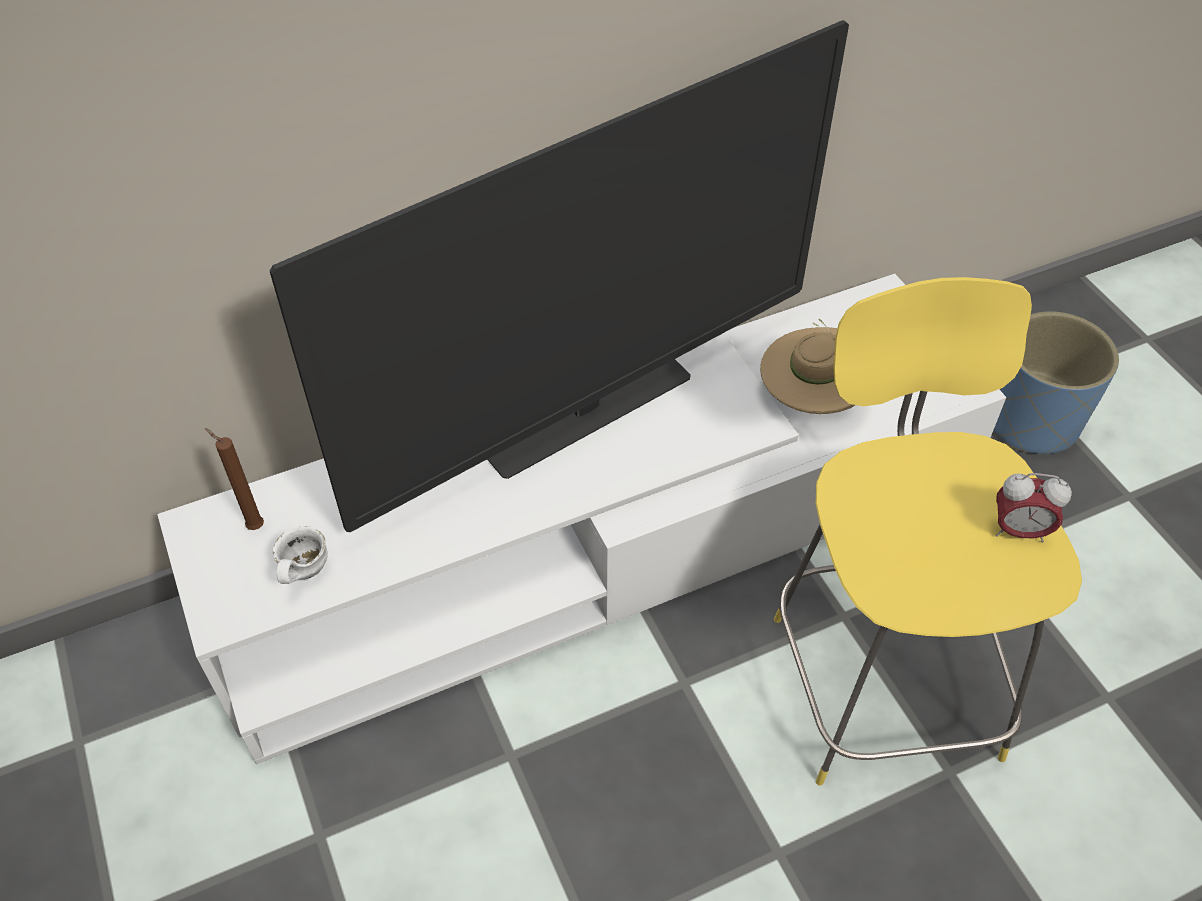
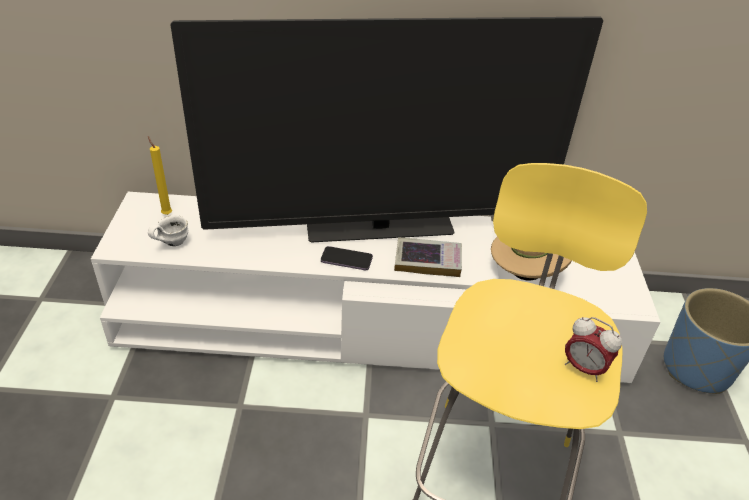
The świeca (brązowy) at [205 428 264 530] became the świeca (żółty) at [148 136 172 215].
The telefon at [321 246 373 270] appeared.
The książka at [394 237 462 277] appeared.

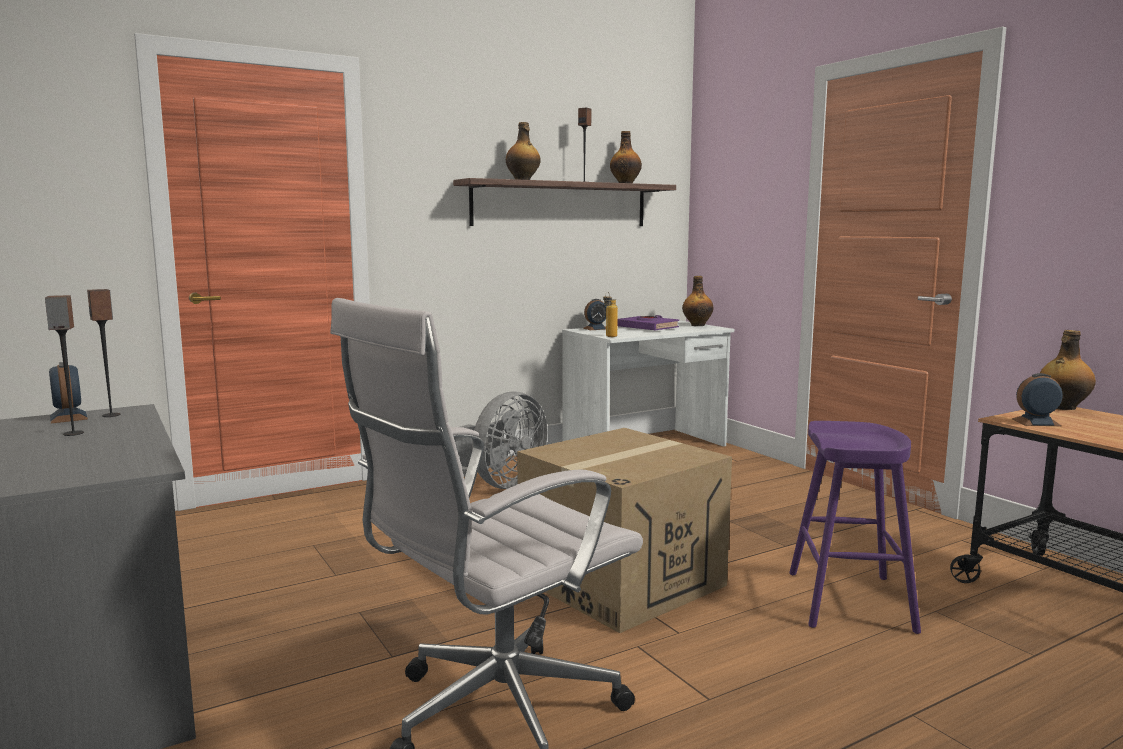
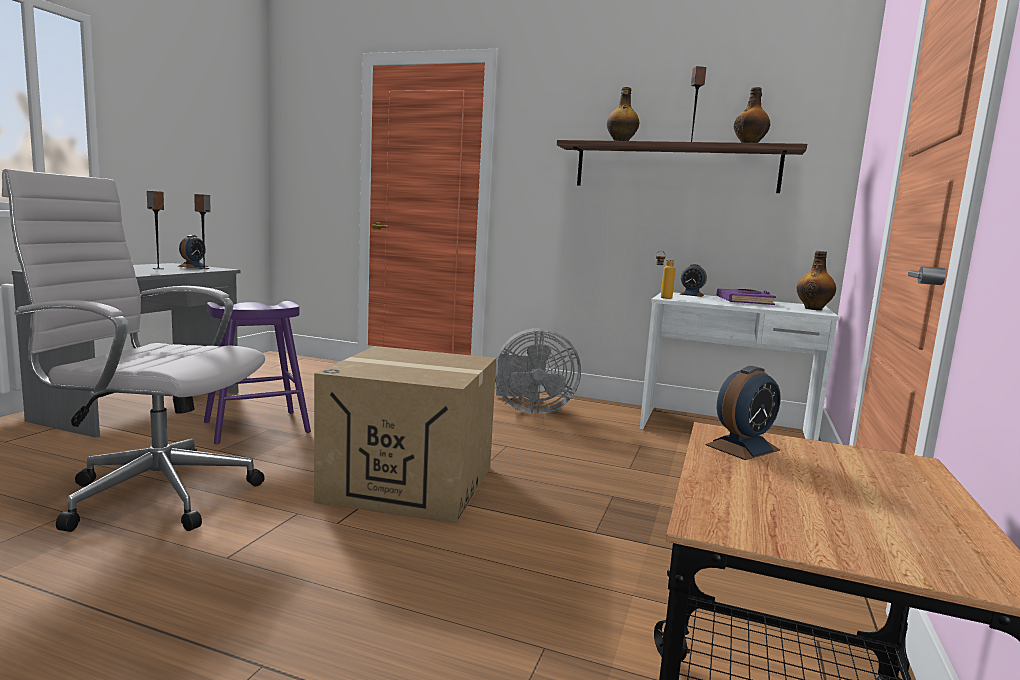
The stołek (fioletowy) moved from [789 421 921 634] to [204 301 311 444].
The budzik at [1012 373 1063 426] turned 90 degrees clockwise.
The butelka at [1040 330 1096 410] disappeared.

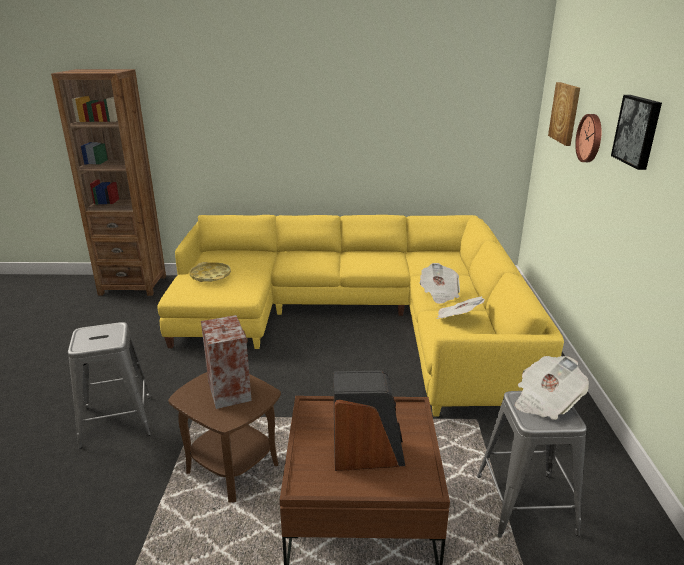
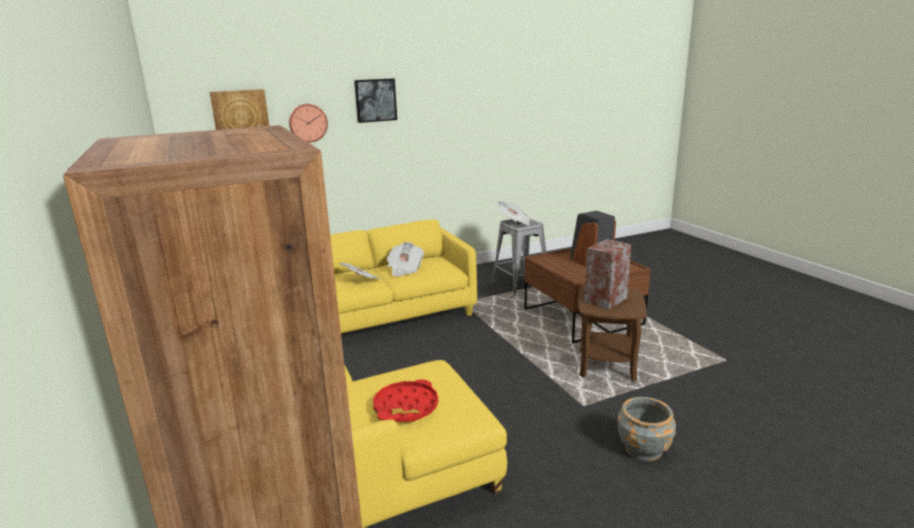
The taca (żółty) at [190 262 231 282] became the taca (czerwony) at [373 379 438 422].
The stołek (szary) at [68 322 151 449] was replaced by the donica (szary) at [618 397 676 461].

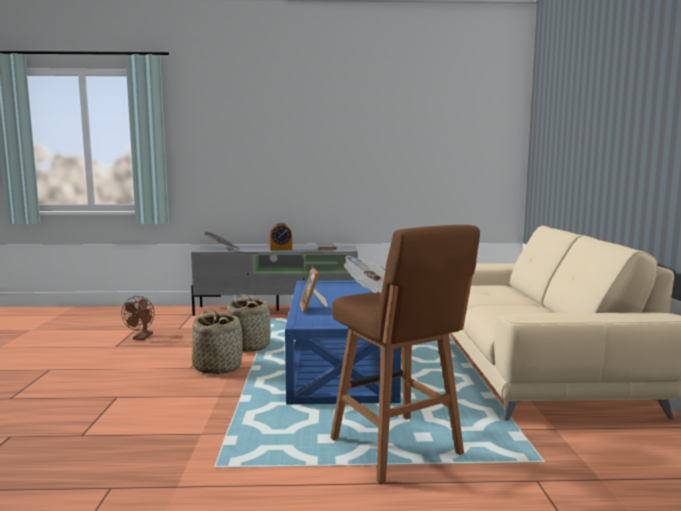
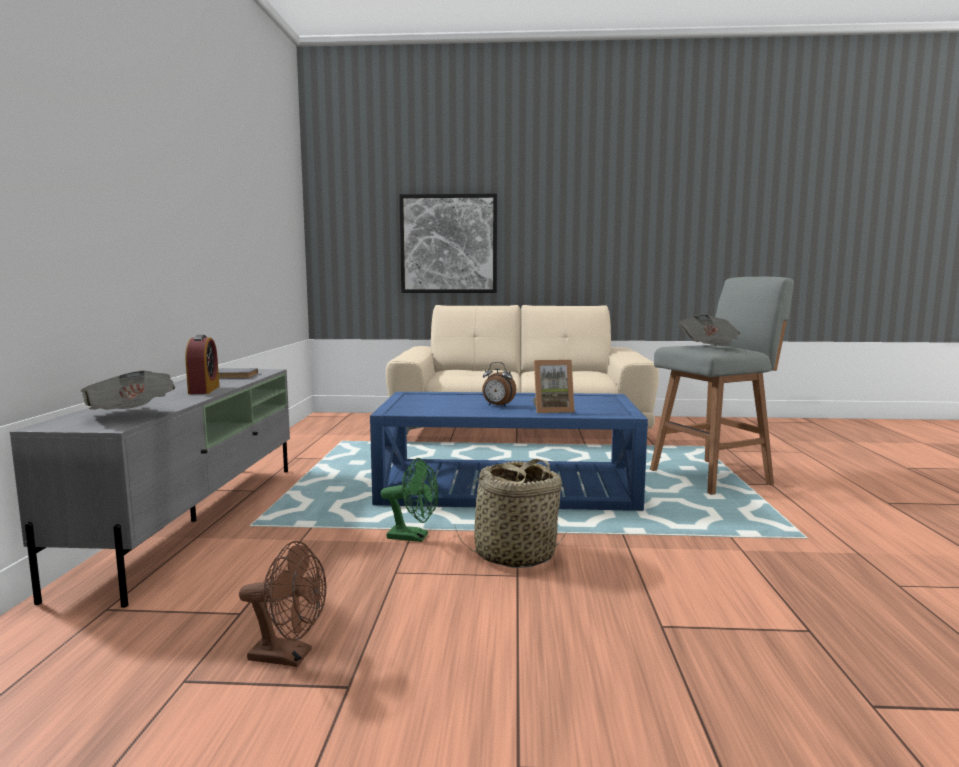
The koszyk at [227 294 270 352] was replaced by the wentylator (zielony) at [381 458 439 542].
The obraz at [399 194 497 293] appeared.
The budzik at [482 362 516 407] appeared.
The stołek (brązowy) at [331 225 480 484] became the stołek (szary) at [650 277 794 495].

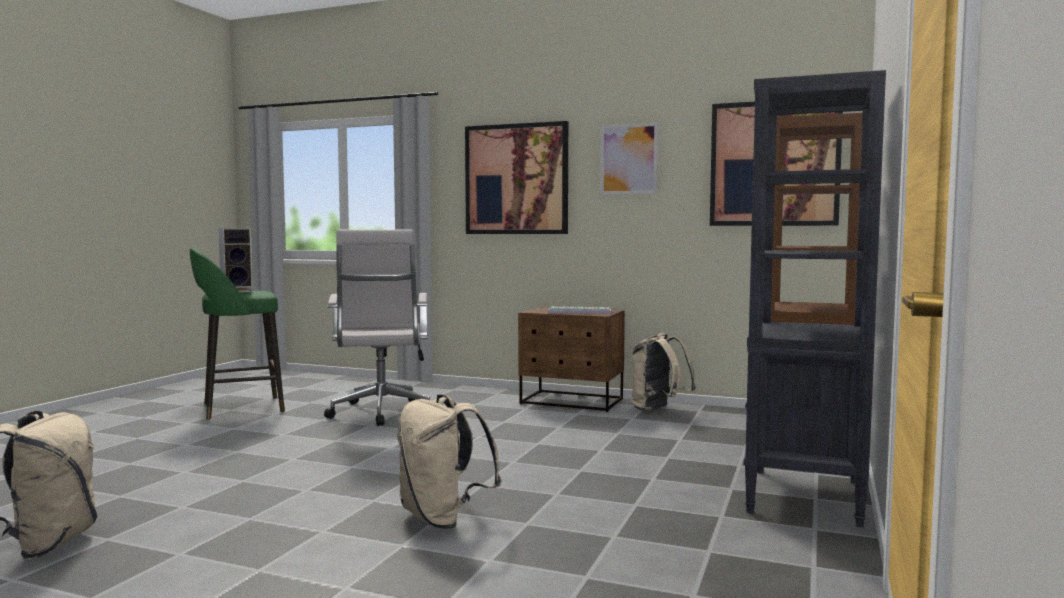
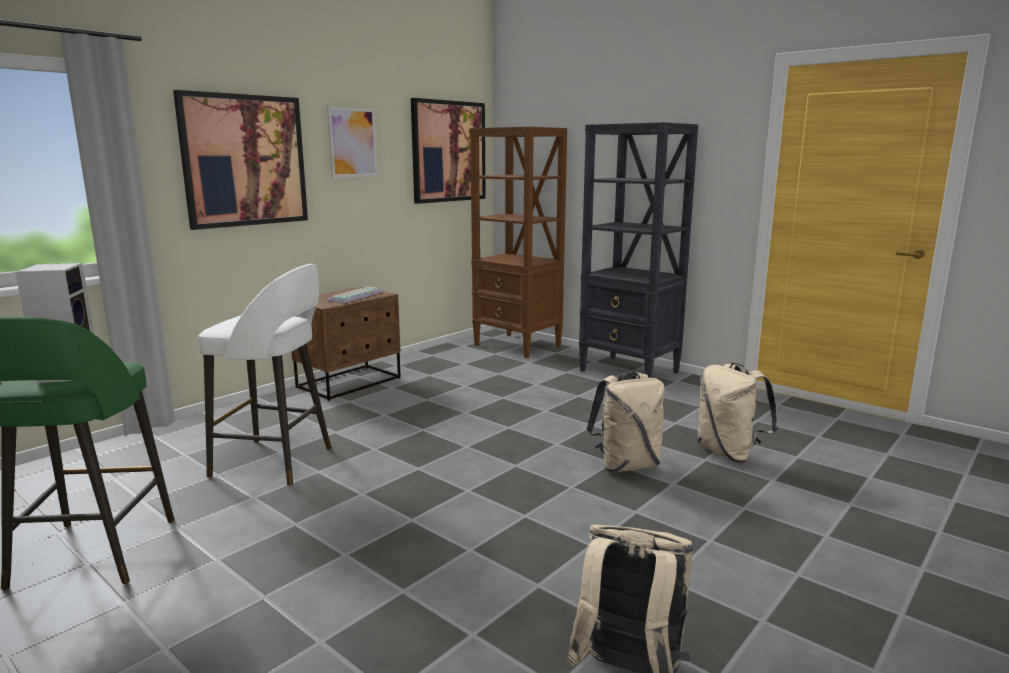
The krzesło biurowe (biały) at [324 230 430 426] was replaced by the stołek (biały) at [198 264 332 486].
The plecak (beżowy) moved from [631 333 696 411] to [697 363 779 463].

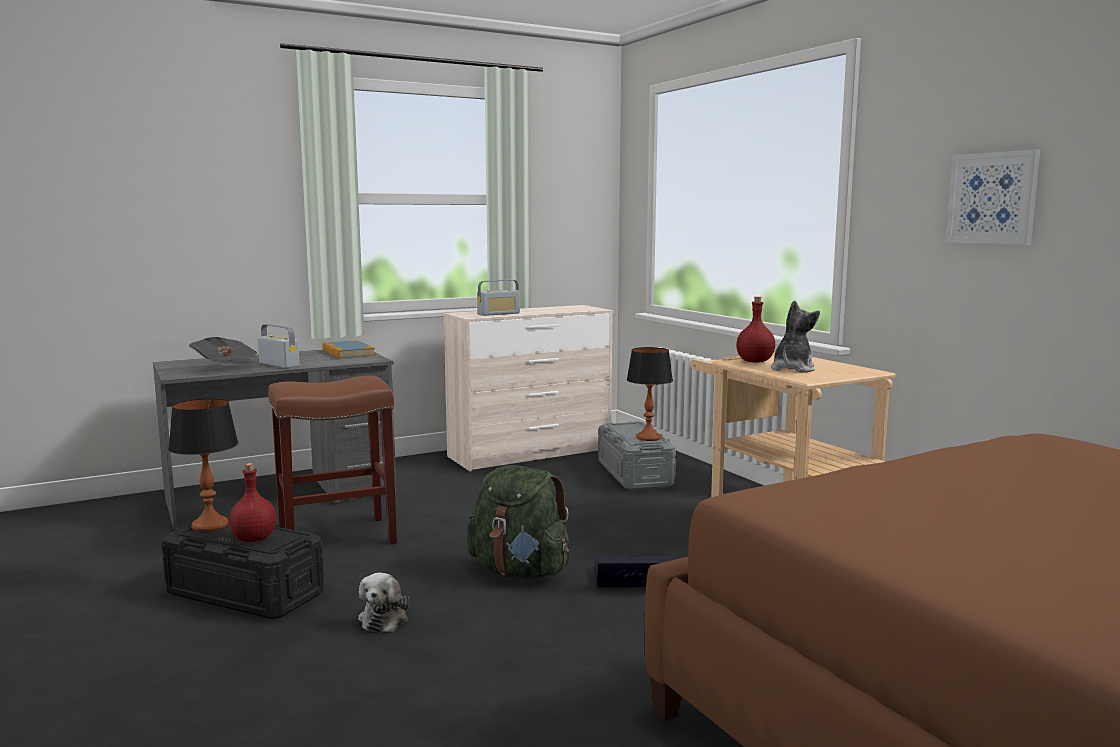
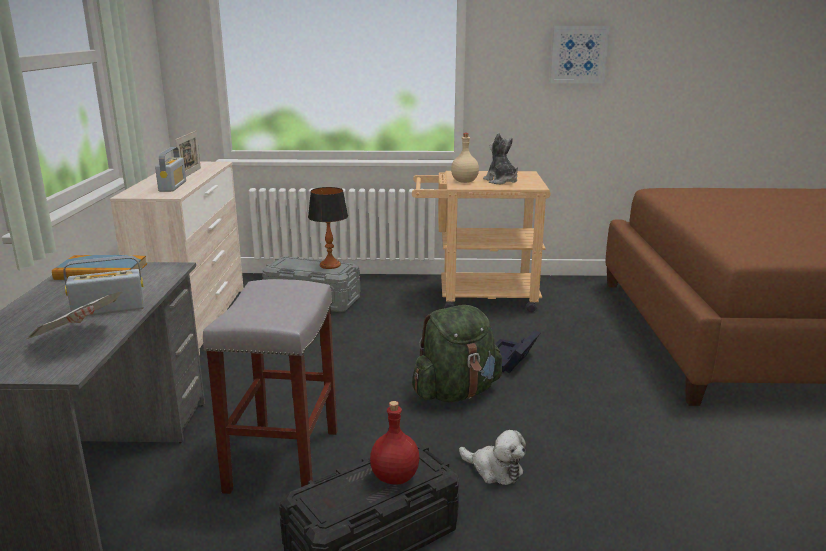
The ramka na zdjęcie at [175 131 201 177] appeared.
The stołek (brązowy) at [268 376 397 544] became the stołek (szary) at [203 279 338 494].
The butelka (czerwony) at [736 297 775 363] became the butelka (beżowy) at [451 133 479 183].
The lampa stołowa at [168 398 239 532] disappeared.

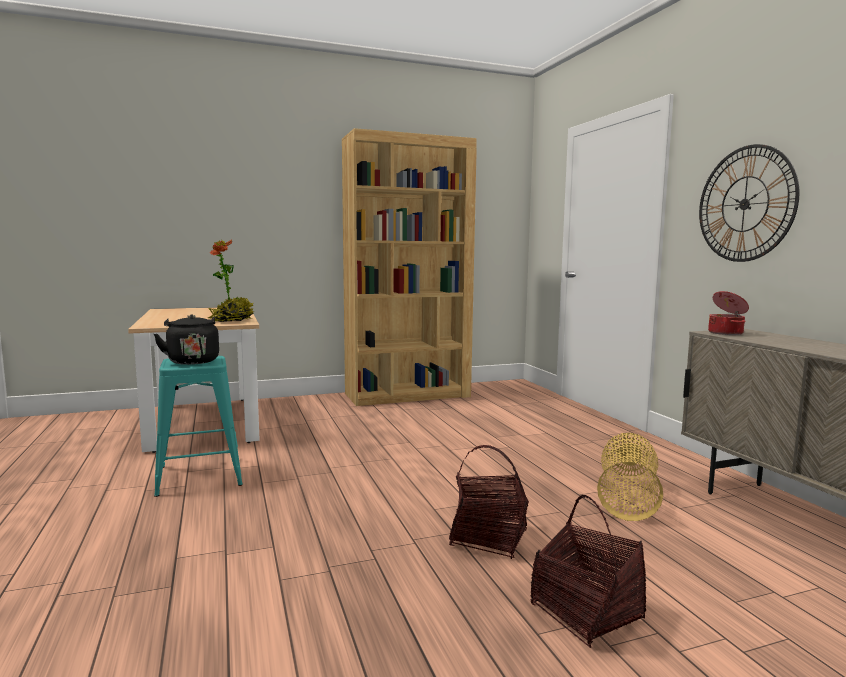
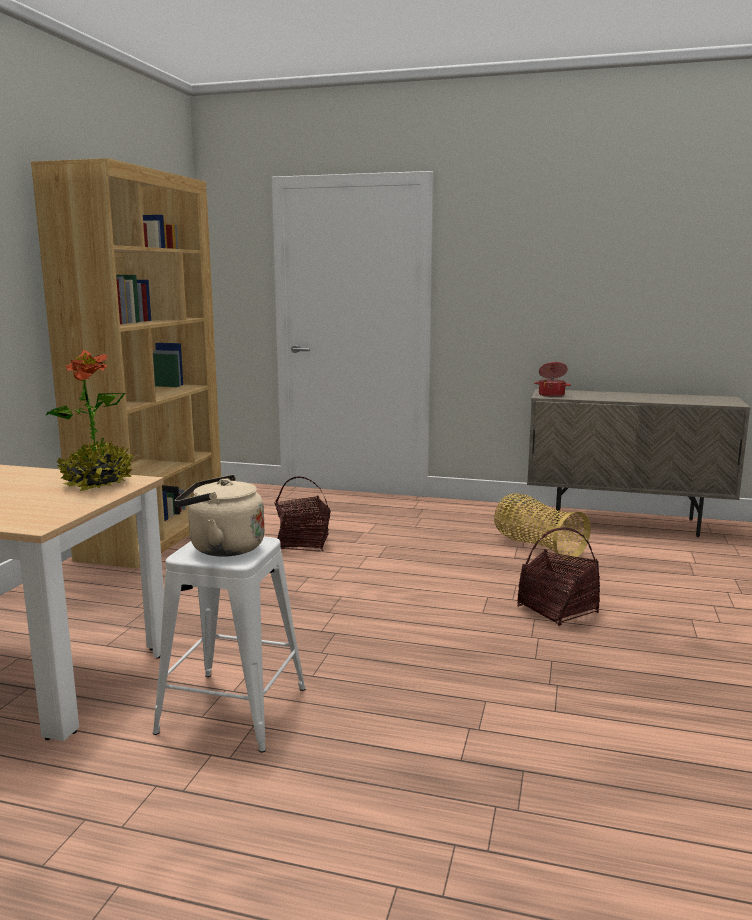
The stołek (turkusowy) at [154 356 243 497] became the stołek (biały) at [153 537 306 752].
The czajnik (czarny) at [154 314 219 365] became the czajnik (beżowy) at [175 475 265 556].
The koszyk moved from [530 495 646 648] to [275 476 331 551].
The zegar ścienny at [699 144 800 262] disappeared.

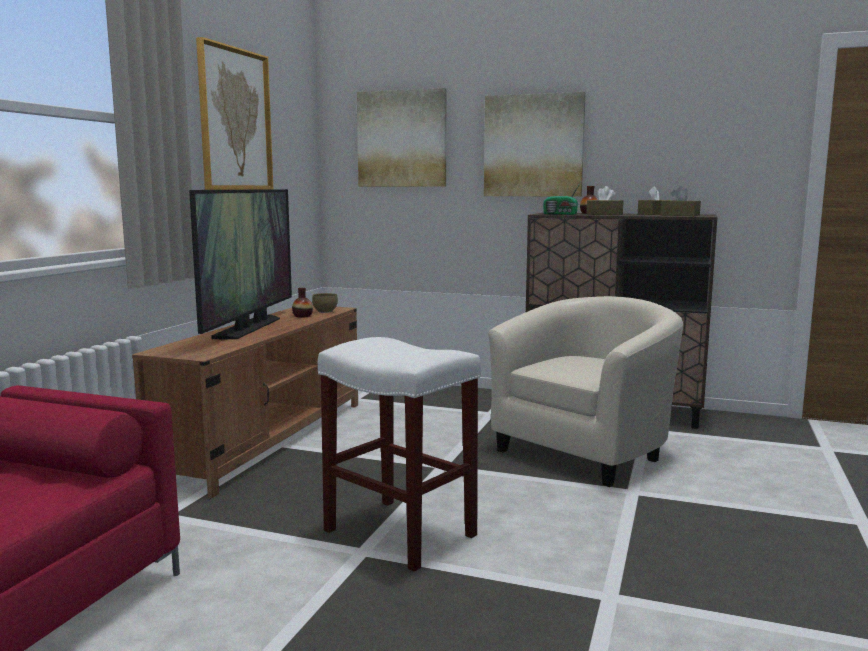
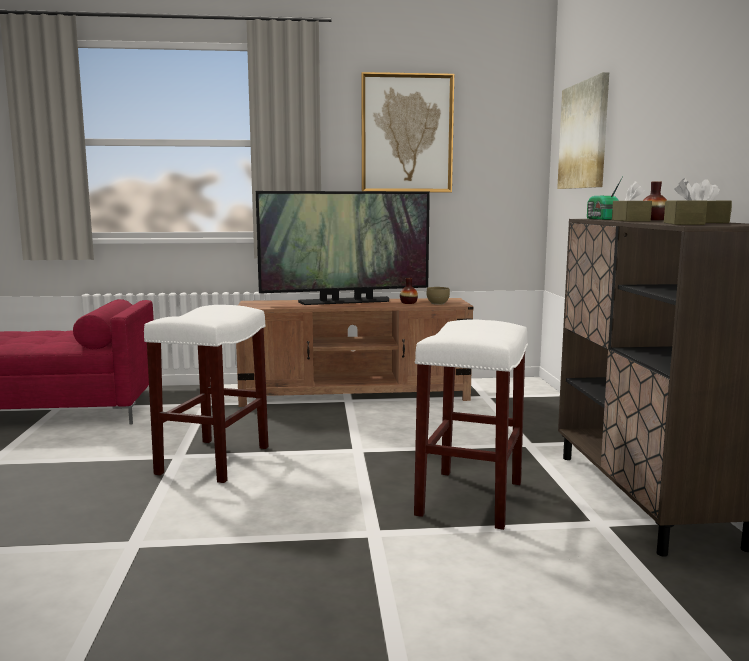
The fotel (beżowy) at [488 296 683 487] was replaced by the stołek (biały) at [414 319 528 530].
The obraz at [484 92 586 197] disappeared.

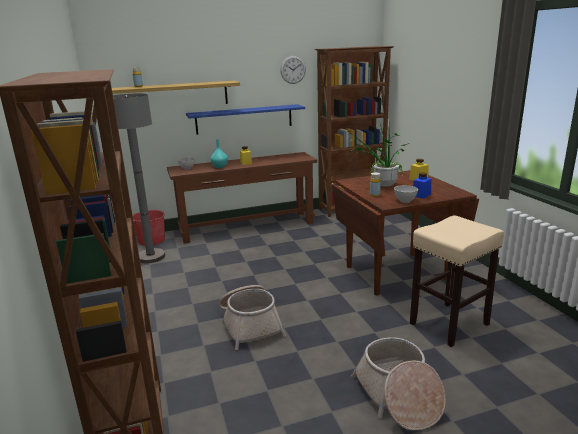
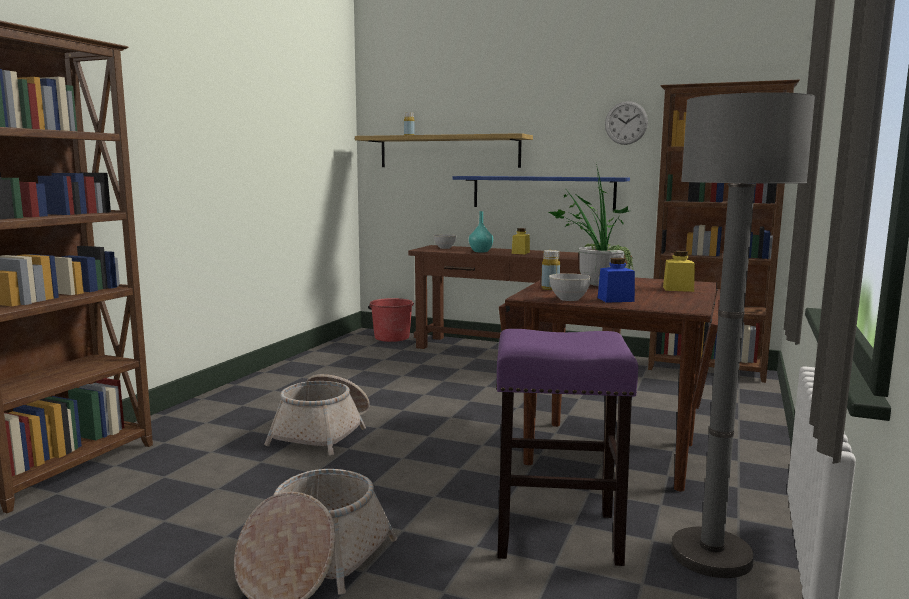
The stołek (beżowy) at [410 215 504 347] became the stołek (fioletowy) at [496 329 638 566].
The lampa stojąca (szary) moved from [113 93 165 263] to [671 92 815 578].

